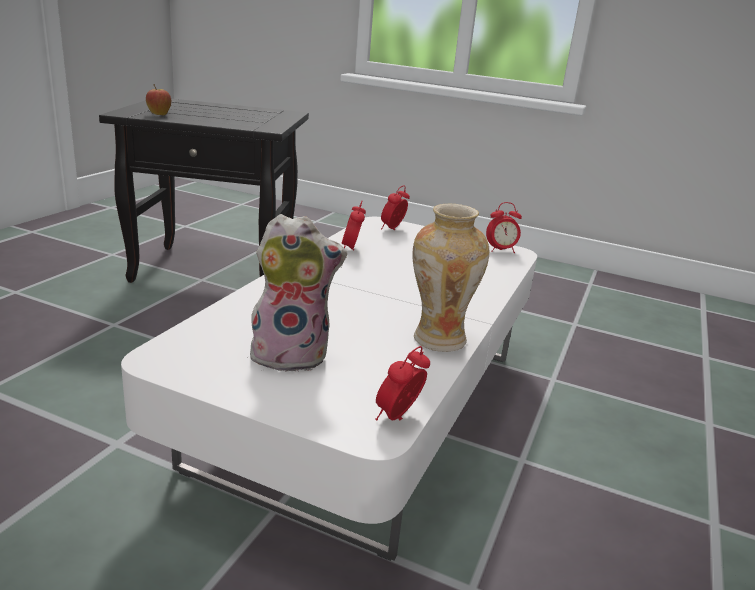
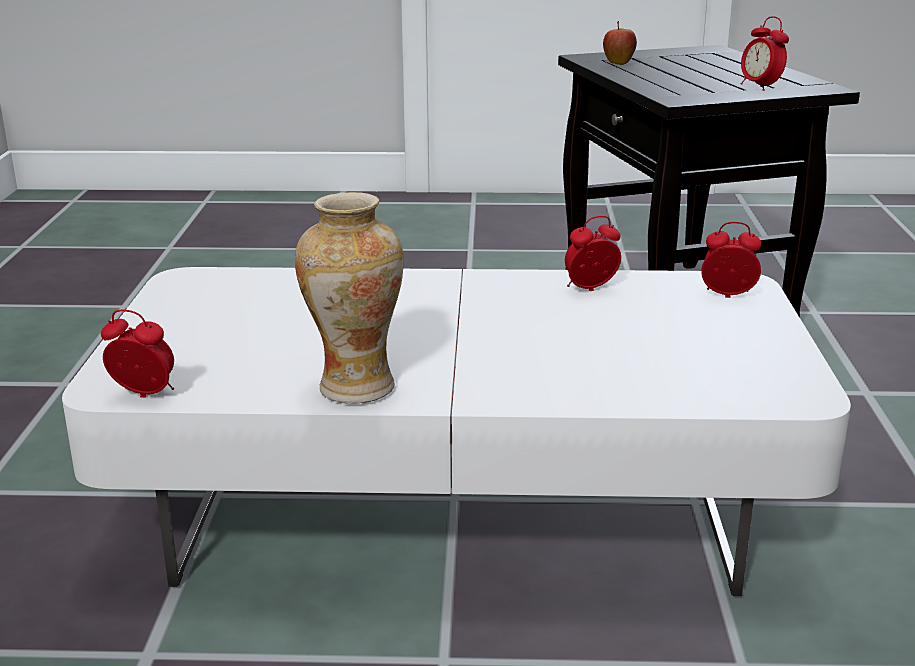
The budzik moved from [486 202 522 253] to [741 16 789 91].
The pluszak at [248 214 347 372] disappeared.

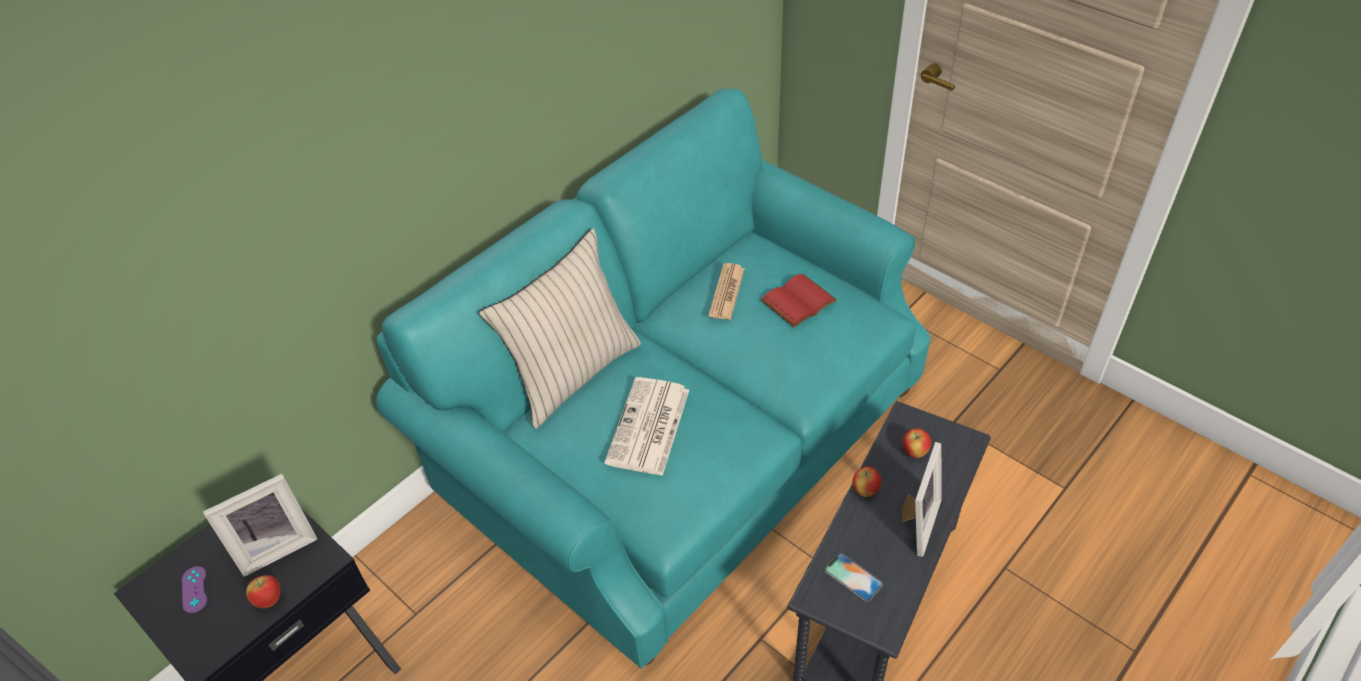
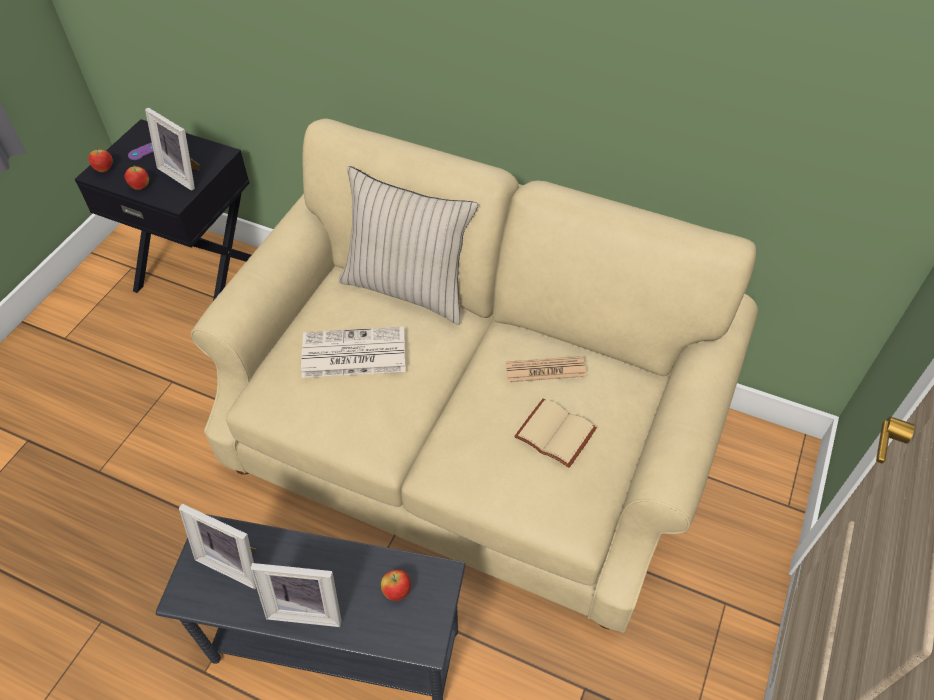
The jabłko moved from [853 467 882 497] to [88 147 113 172].
The telefon at [824 553 883 602] was replaced by the ramka na zdjęcie at [179 504 257 589].
The kanapa (turkusowy) at [376 88 931 669] became the kanapa (beżowy) at [191 119 758 633].
The książka (czerwony) at [760 274 837 328] became the książka (beżowy) at [514 399 597 468].

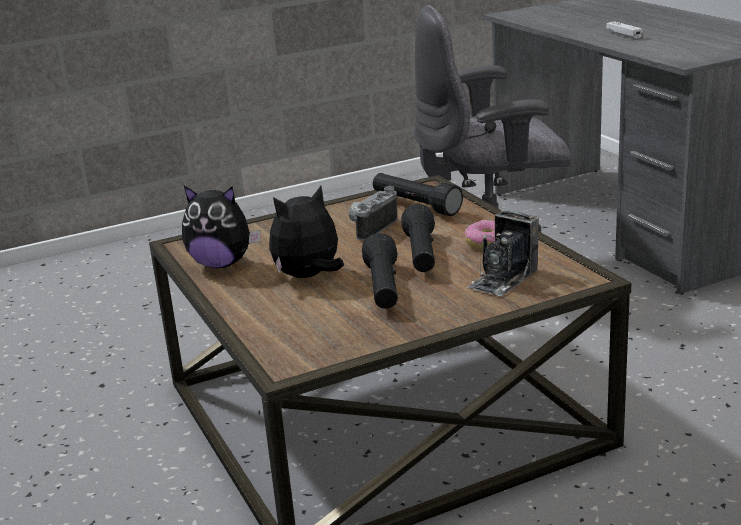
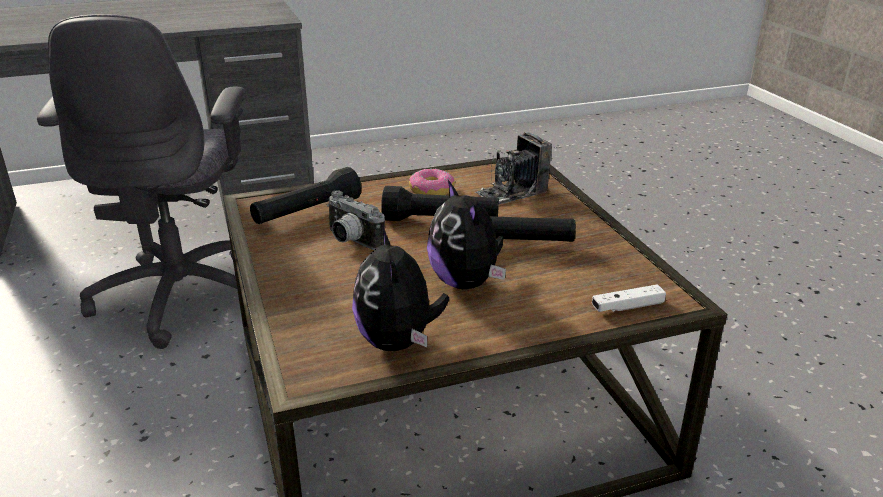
The pluszak at [182 186 261 268] turned 150 degrees clockwise.
The aparat fotograficzny at [467 210 539 296] turned 105 degrees clockwise.
The pad do gier (biały) moved from [606 21 642 39] to [592 284 666 312].

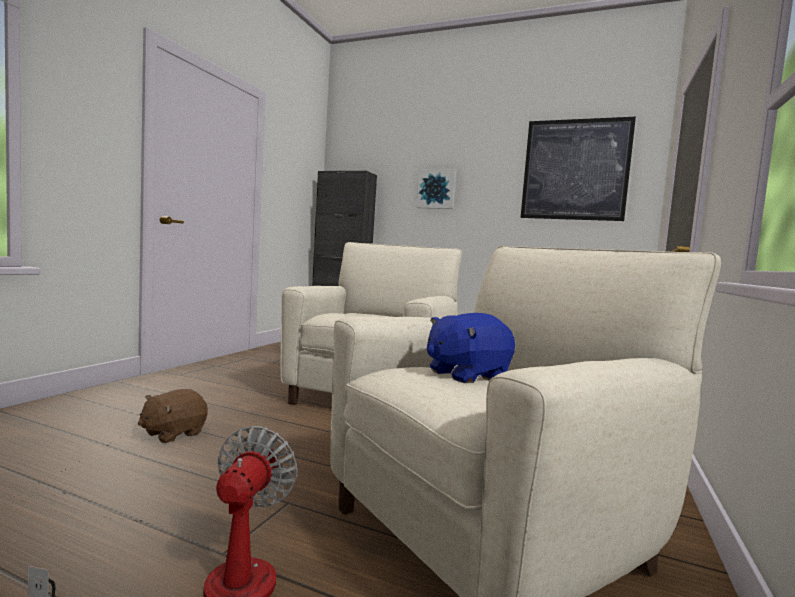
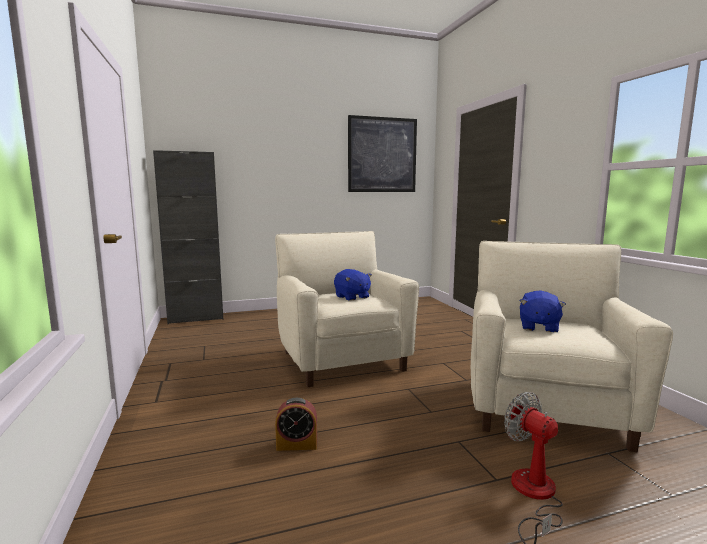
The pluszak (brązowy) at [138 389 208 443] was replaced by the budzik at [275 398 317 451].
The pluszak (niebieski) at [334 269 372 301] appeared.
The obraz at [416 169 456 209] disappeared.

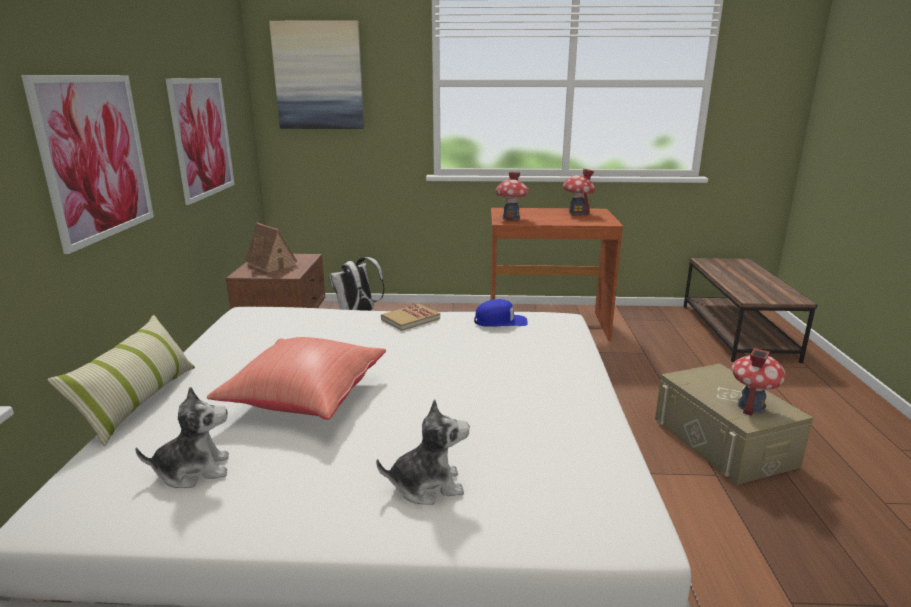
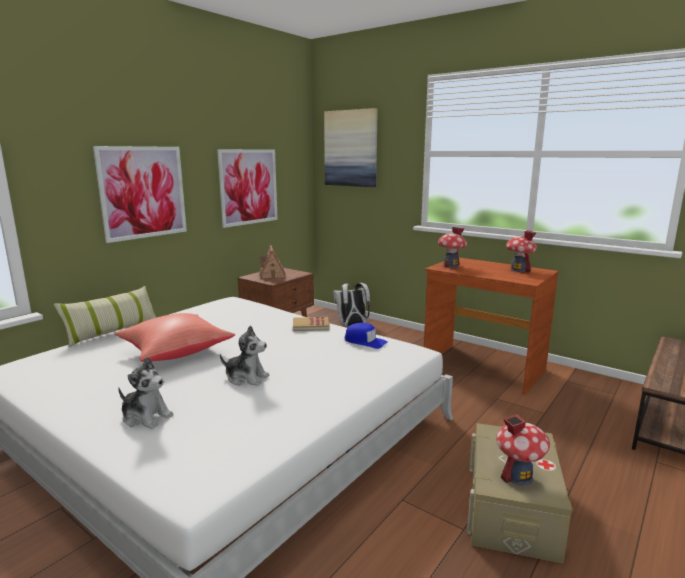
The pluszak moved from [135 387 229 488] to [220 325 269 386].

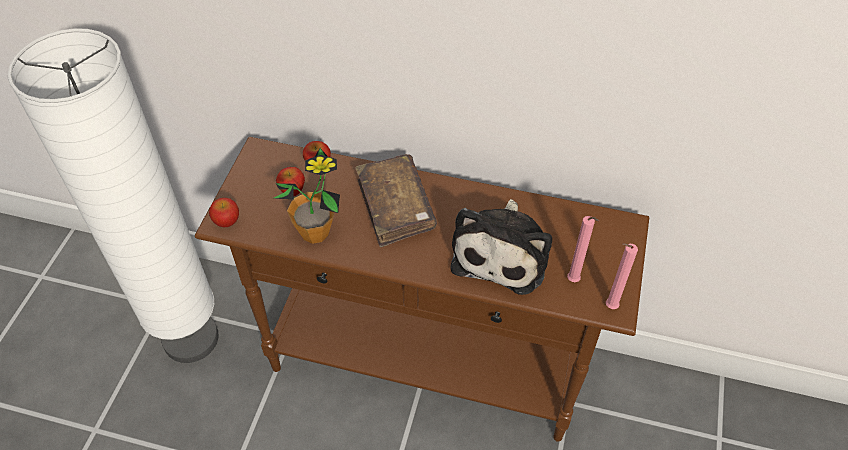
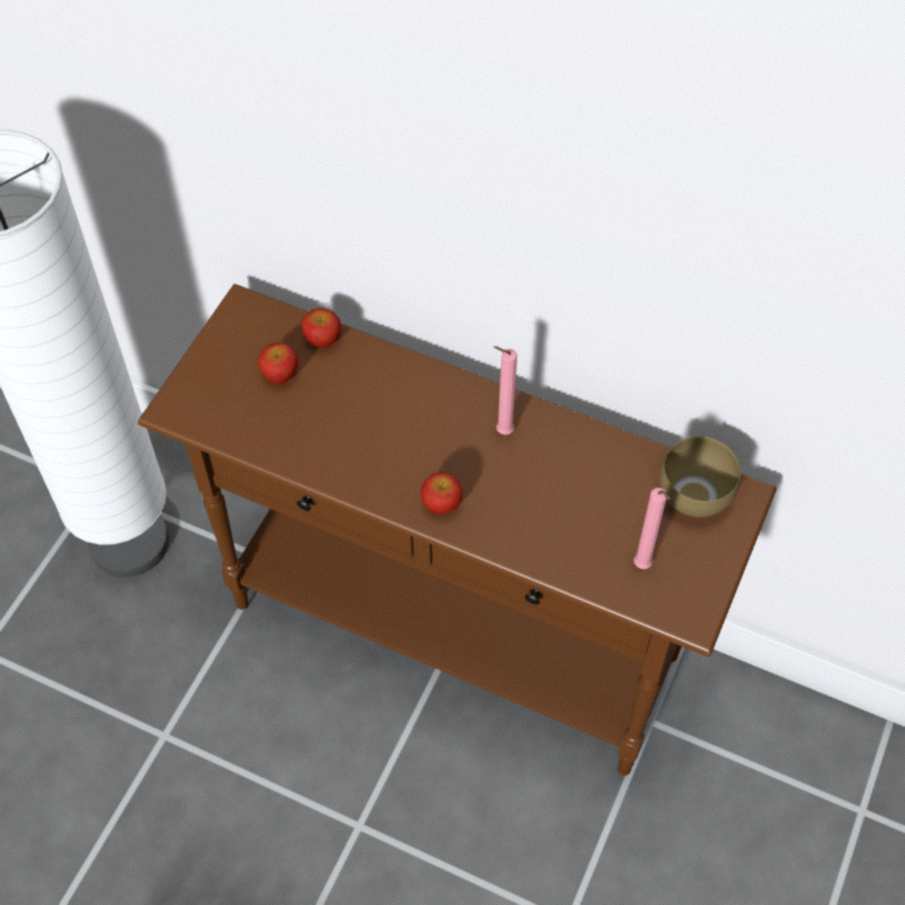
The jabłko moved from [209 198 239 227] to [421 472 463 514].
The świeca (różowy) moved from [606 243 638 309] to [494 346 517 435].
The miska (brązowy) at [660 436 741 517] appeared.
The roślina doniczkowa at [273 148 340 244] disappeared.
The książka (brązowy) at [355 154 437 247] disappeared.
The pluszak at [450 199 552 295] disappeared.

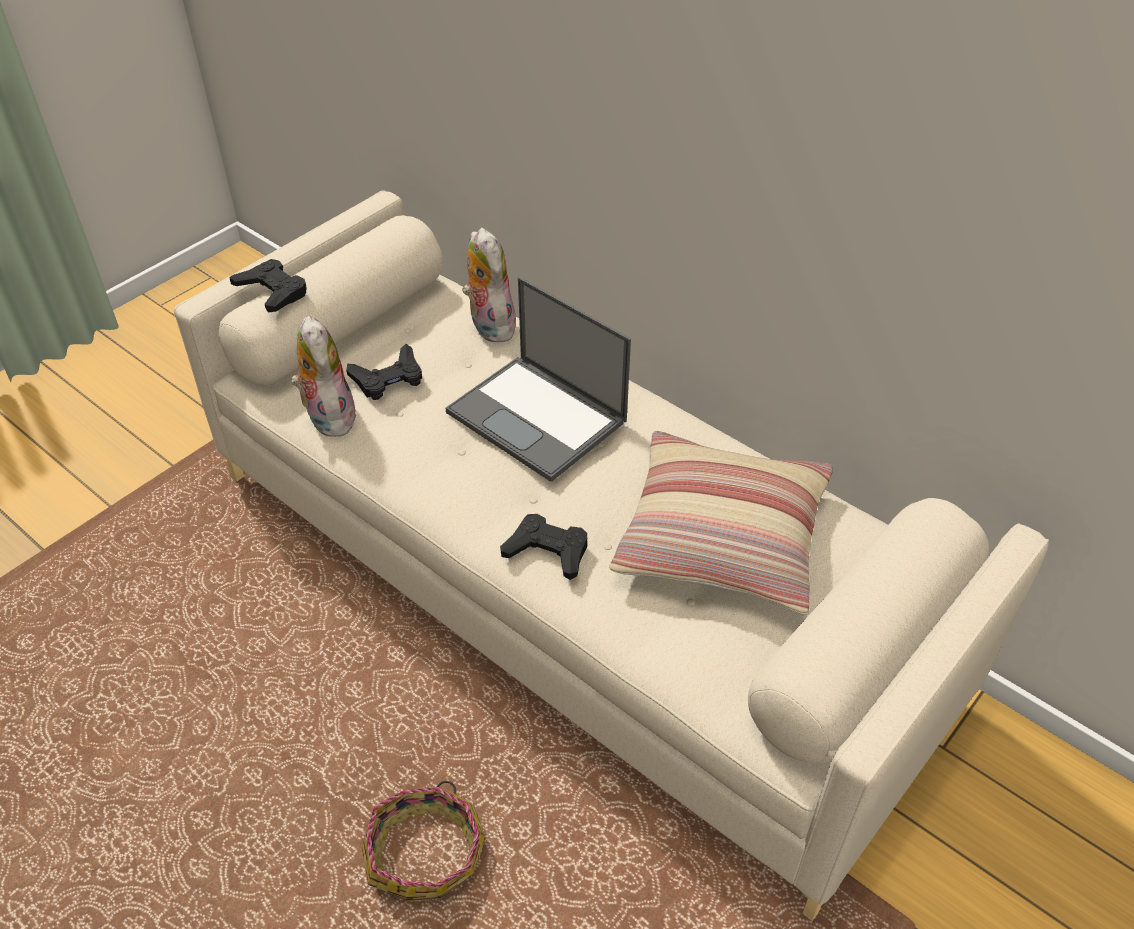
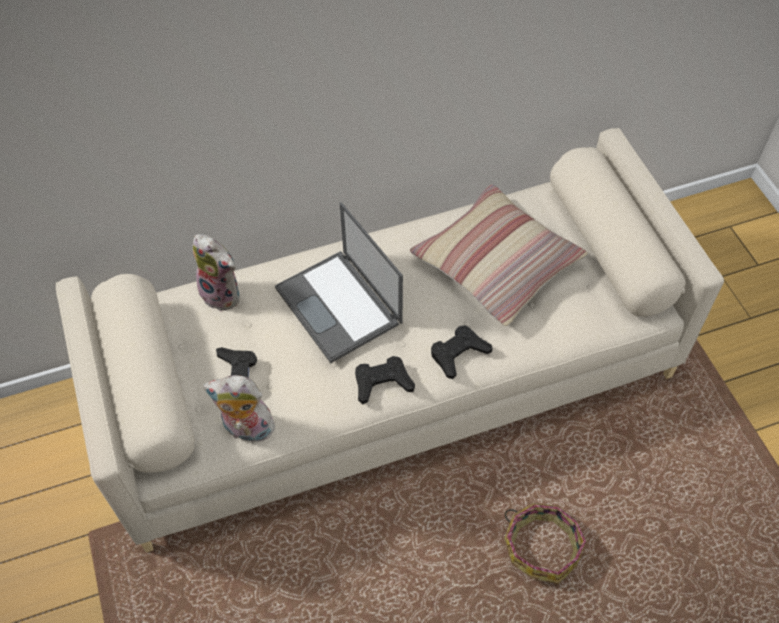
The pluszak at [462 228 516 342] turned 150 degrees counterclockwise.
The laptop at [446 277 631 482] turned 75 degrees clockwise.
The pad do gier (czarny) moved from [229 259 307 313] to [355 356 415 404].

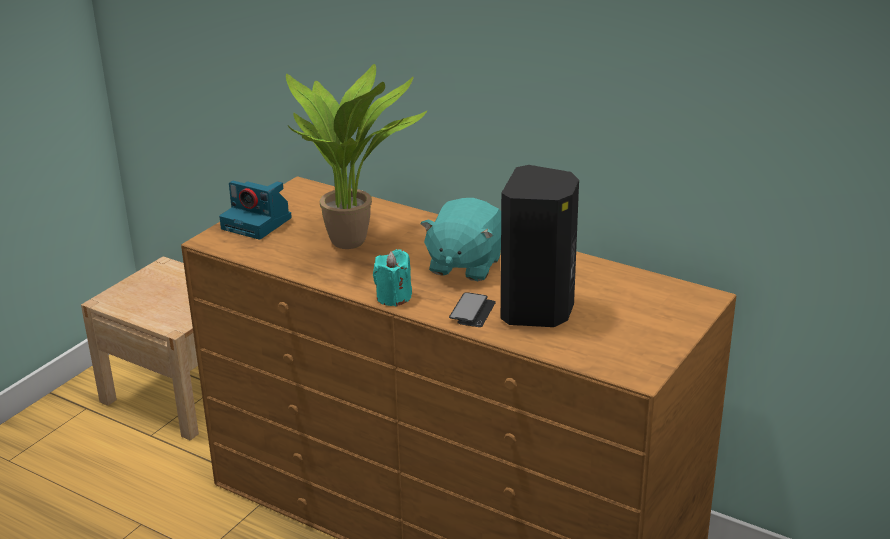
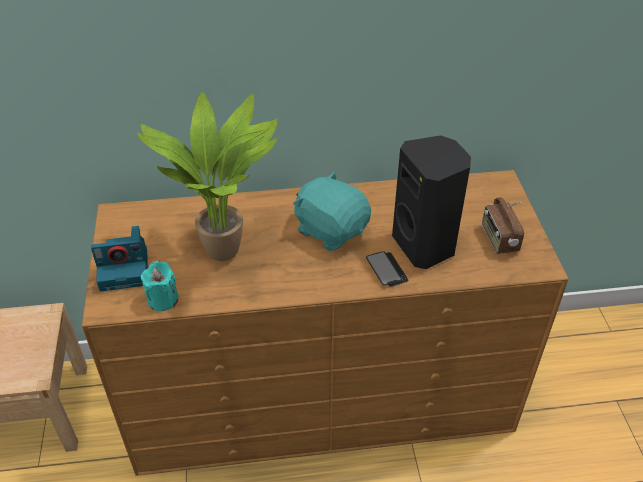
The świeca (turkusowy) moved from [373 249 412 307] to [141 261 179 311].
The pluszak (turkusowy) at [421 198 501 281] turned 150 degrees clockwise.
The radio at [482 197 524 254] appeared.

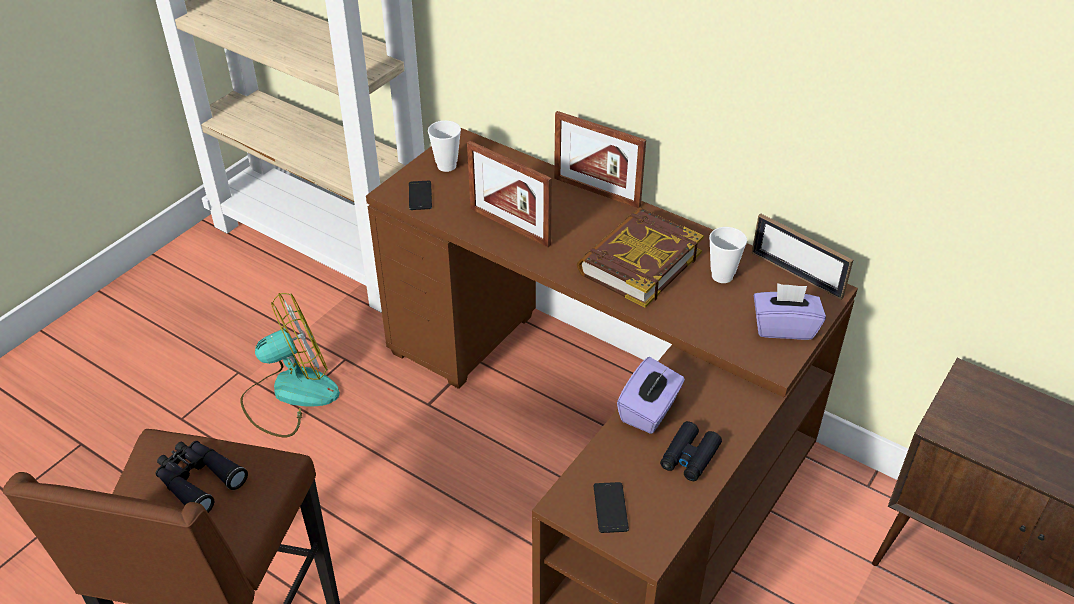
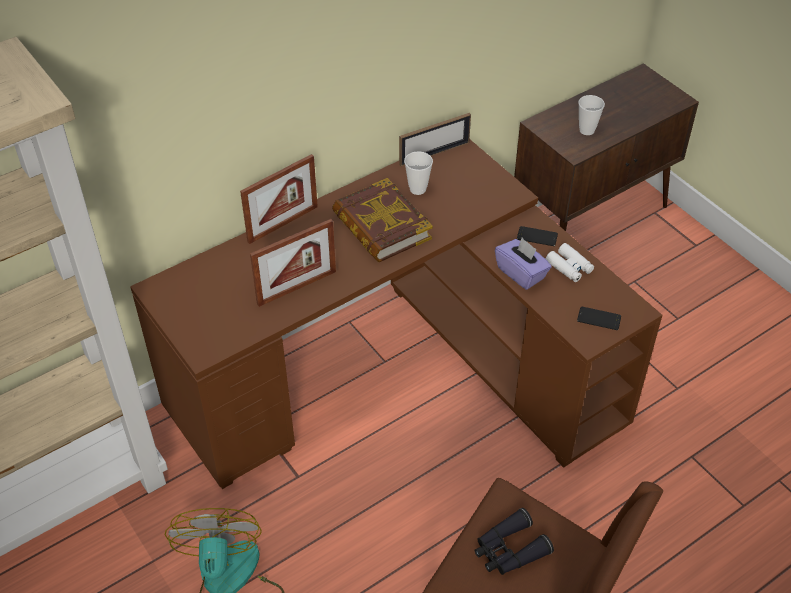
The telefon moved from [409 181 432 210] to [517 226 558 246].
The lornetka (czarny) at [660 421 722 481] became the lornetka (biały) at [546 243 594 282].
The filiżanka moved from [428 120 461 172] to [578 95 605 135].
The pudełko chusteczek (fioletowy) at [754 283 826 340] disappeared.

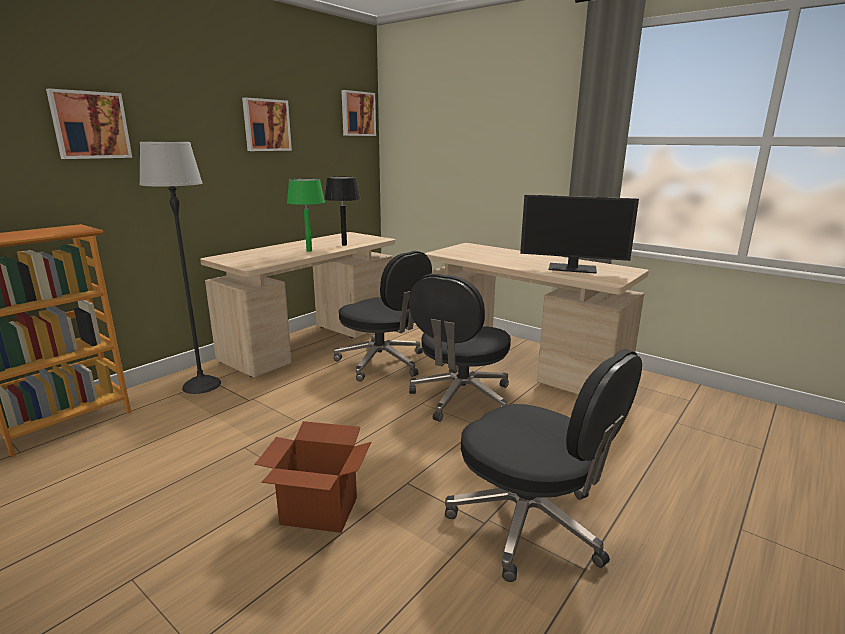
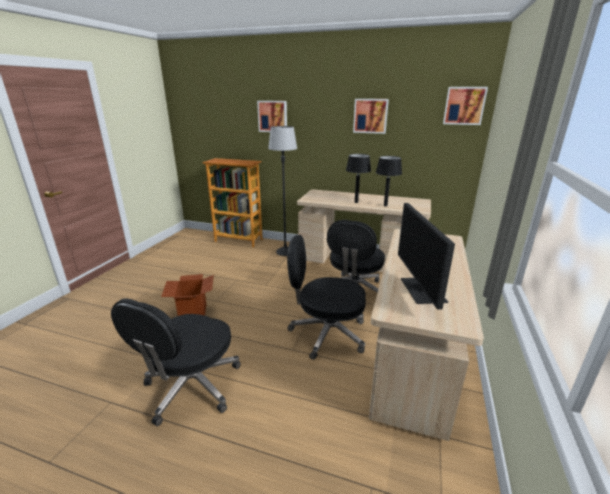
The lampa stołowa (zielony) at [287 178 325 252] became the lampa stołowa (czarny) at [346 154 371 203].

